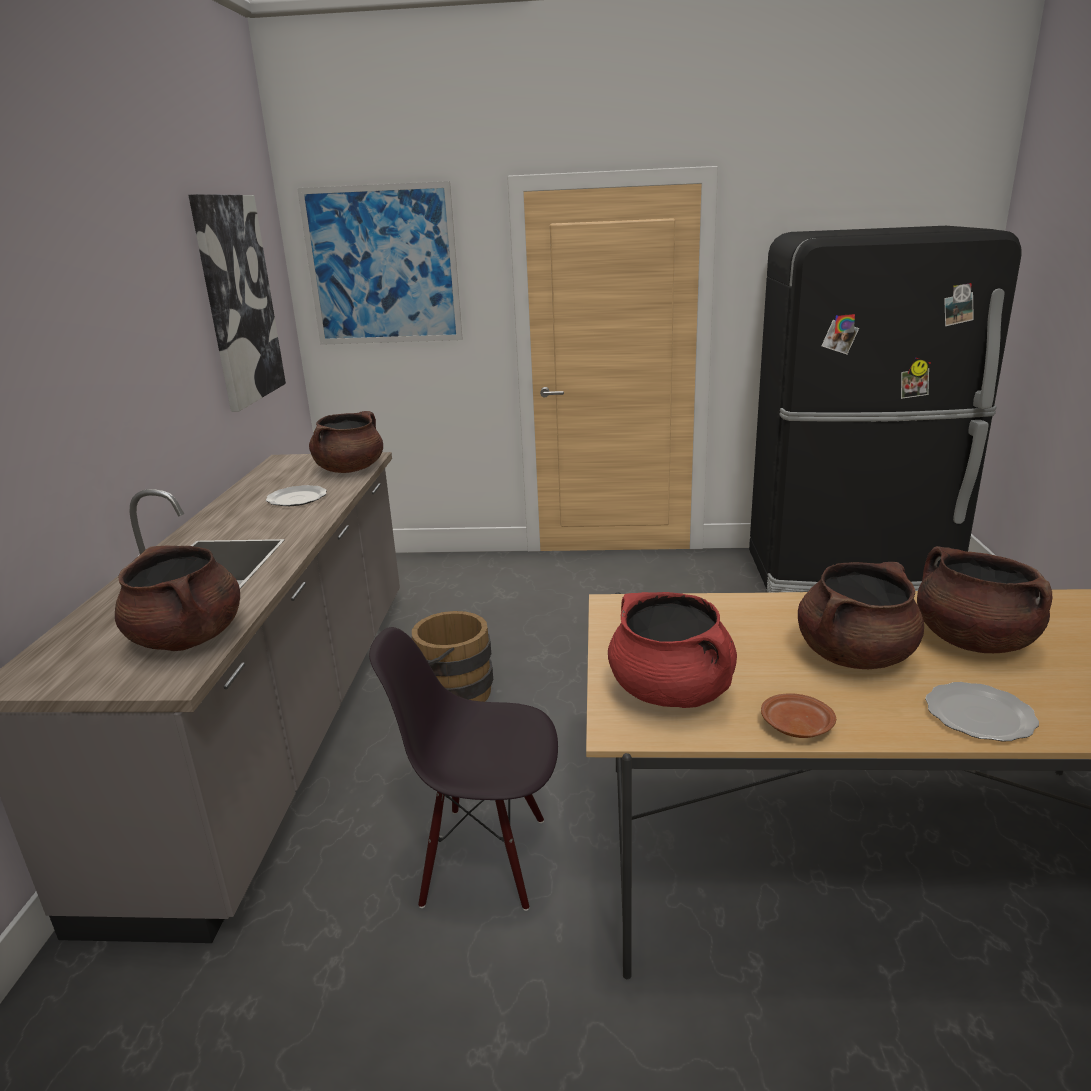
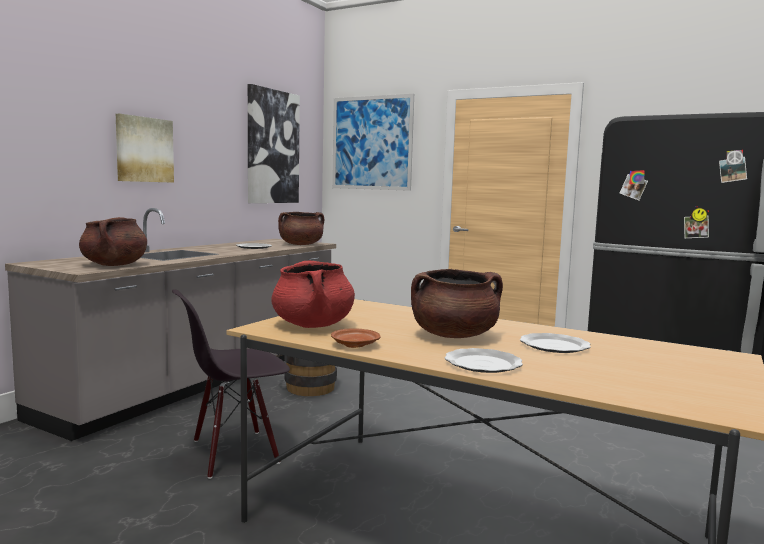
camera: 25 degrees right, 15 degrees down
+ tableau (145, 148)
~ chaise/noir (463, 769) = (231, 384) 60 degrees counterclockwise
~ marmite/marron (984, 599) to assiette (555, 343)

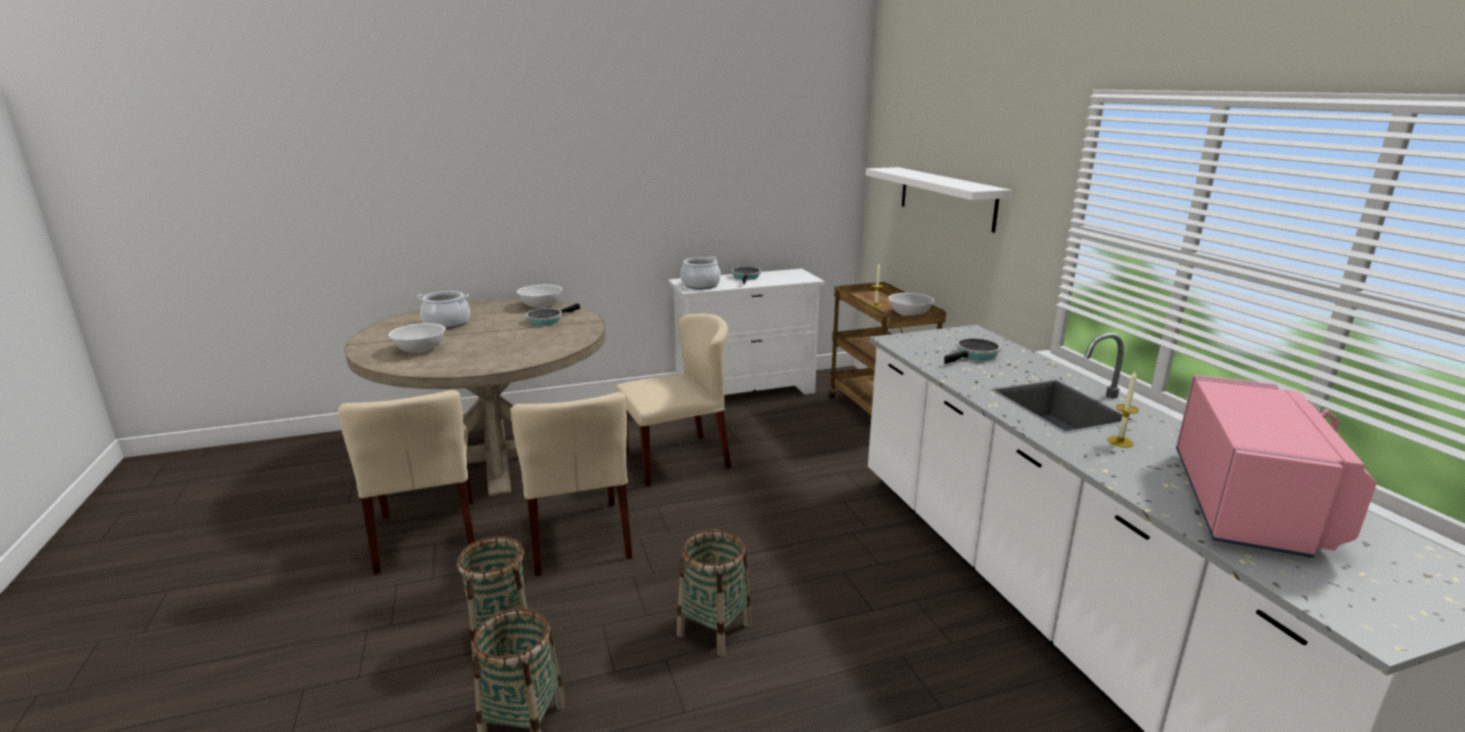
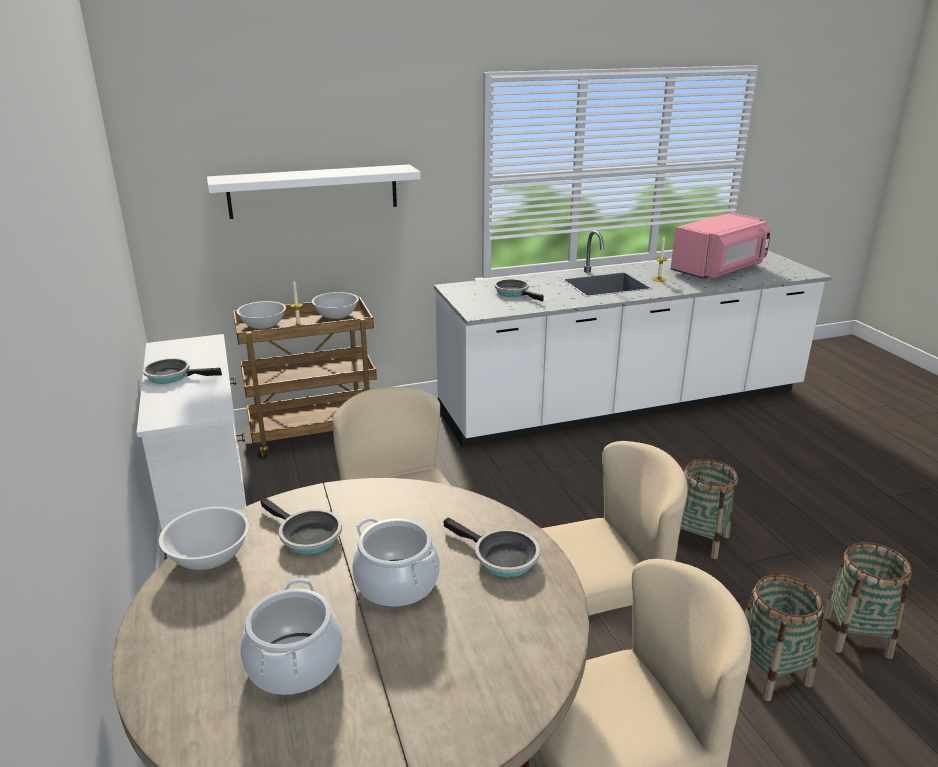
camera: 90 degrees left, 5 degrees up
~ bol/blanc (417, 338) to (261, 315)
~ marmite (700, 272) to (396, 562)
+ poêle (491, 547)
~ micro-ondes/rose (1276, 466) = (720, 245) 120 degrees clockwise

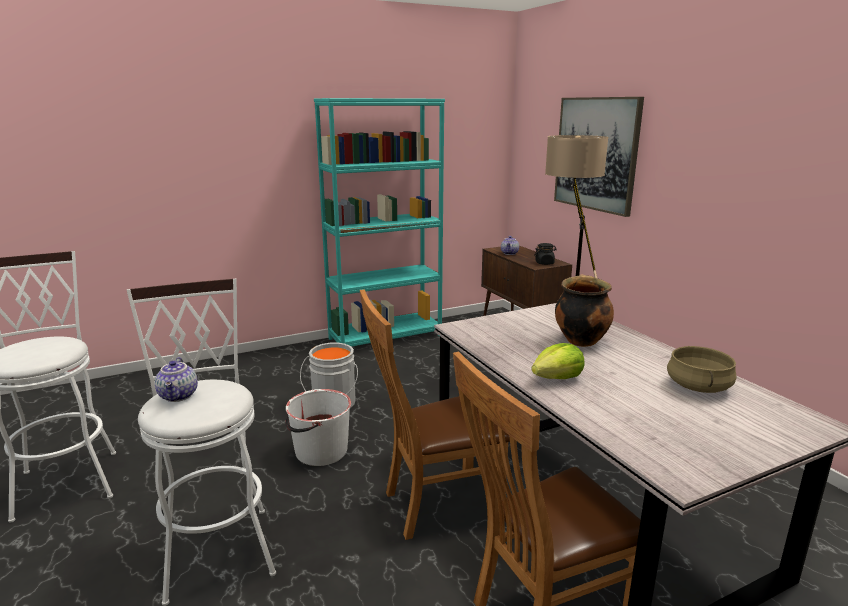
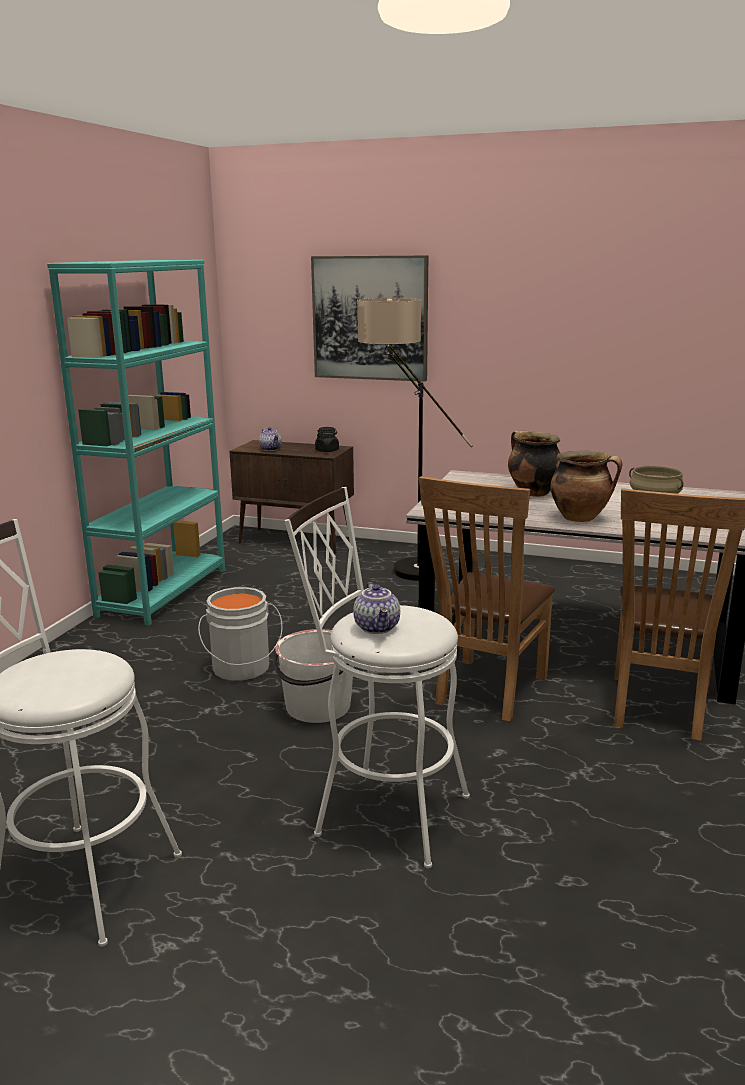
camera: 45 degrees left, 0 degrees up
~ théière (176, 379) = (376, 608) 45 degrees clockwise
~ laitue (558, 361) to marmite (586, 486)

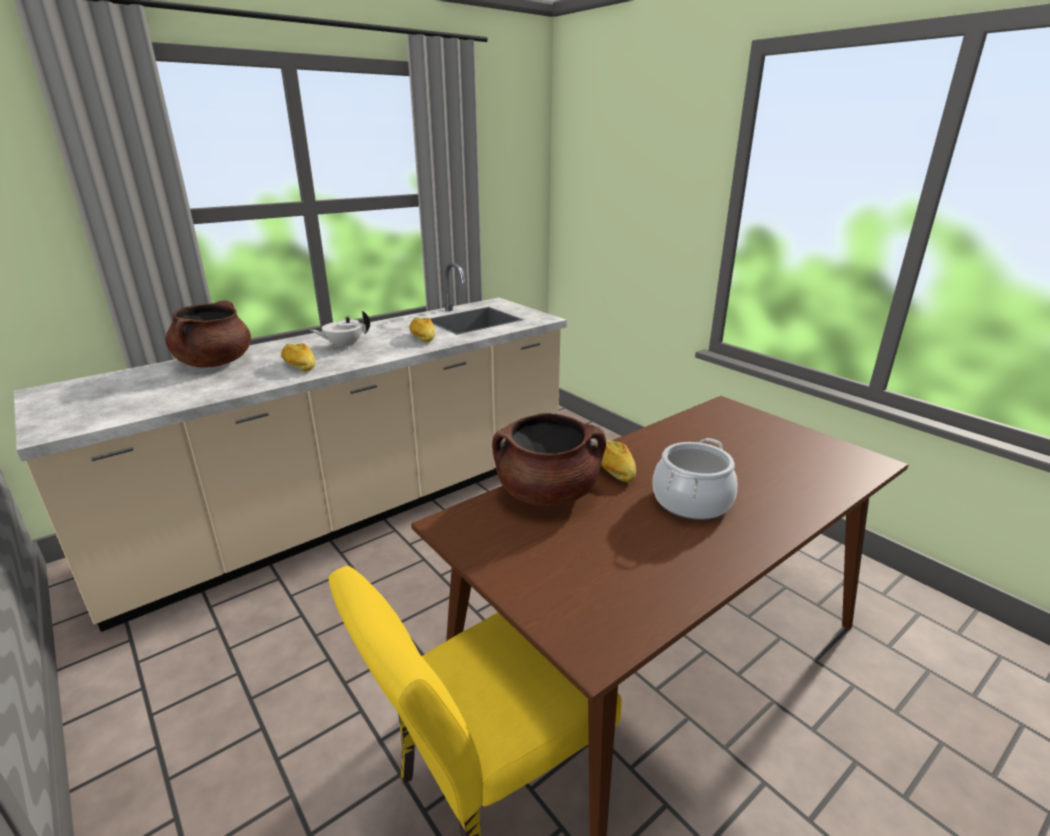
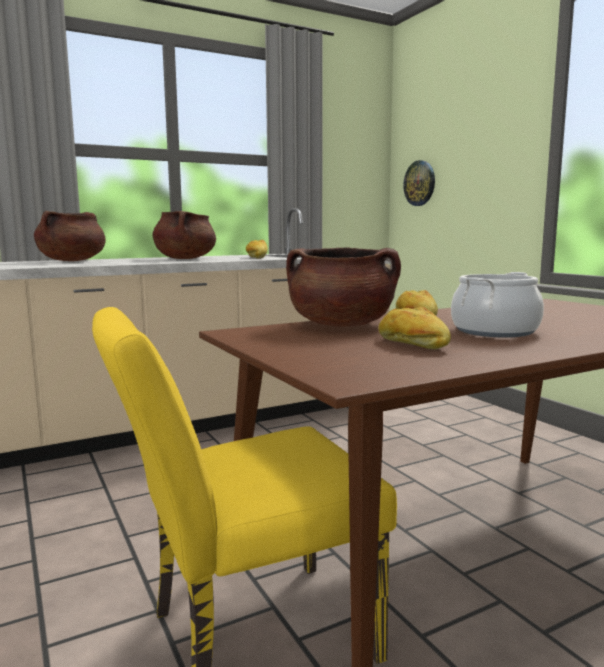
camera: 10 degrees right, 15 degrees down
~ théière/blanc (340, 330) to marmite/marron (184, 235)
~ pain (298, 357) to (415, 328)
+ horloge murale (419, 183)

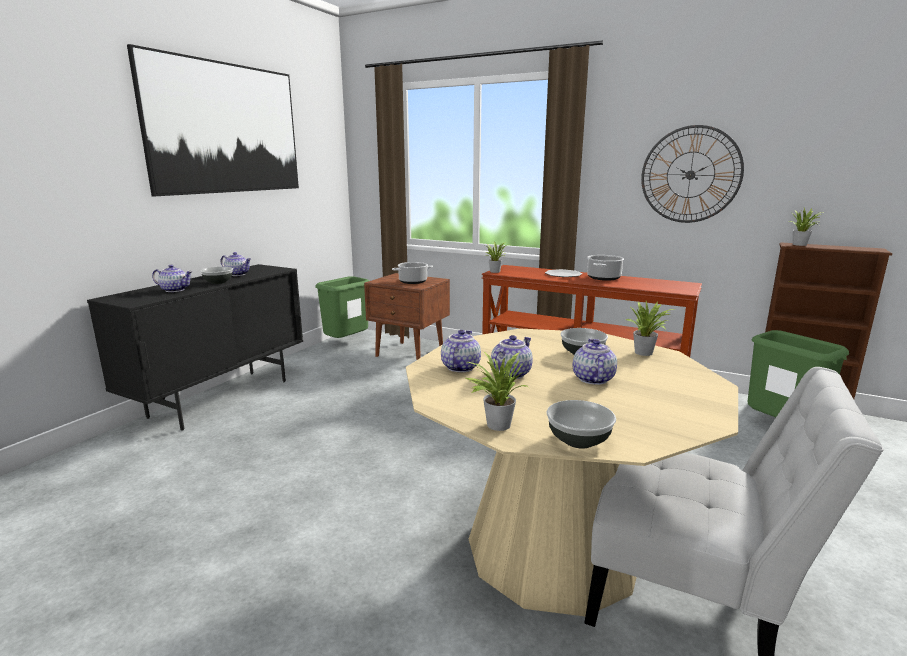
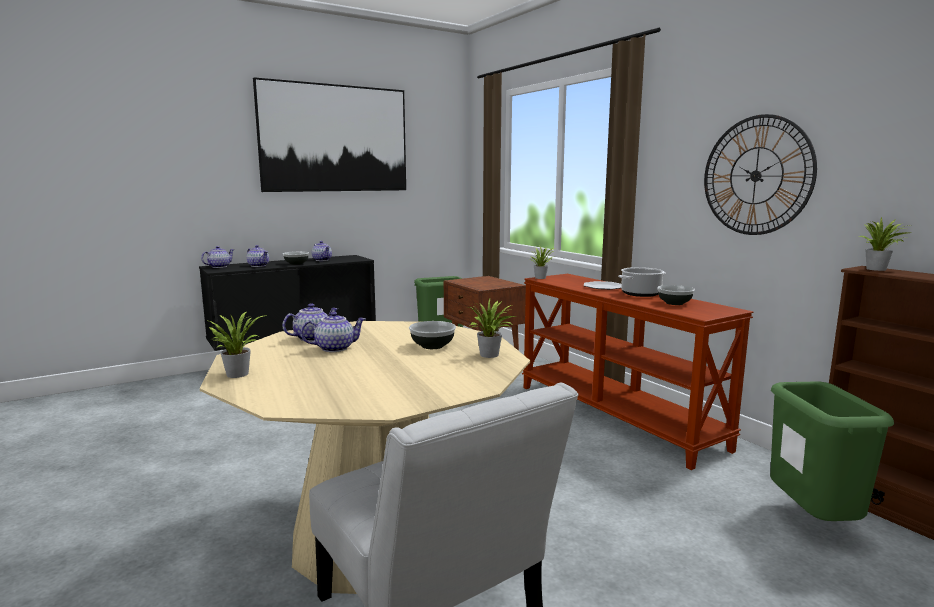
camera: 30 degrees right, 5 degrees down
~ théière (595, 362) to (217, 257)
~ bol (581, 424) to (676, 295)
- marmite (412, 273)

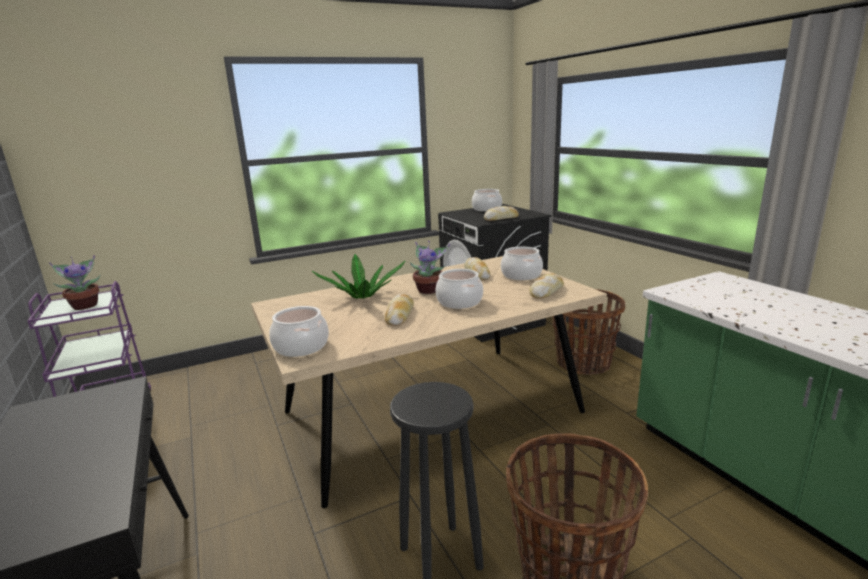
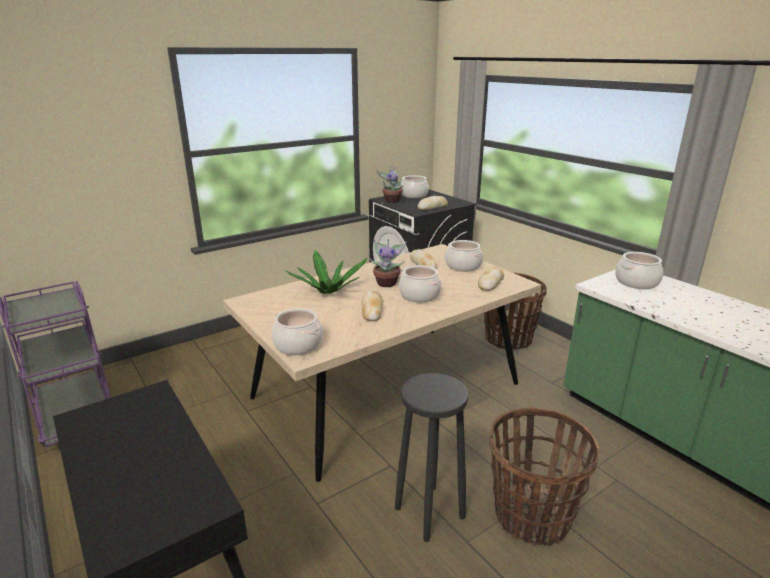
camera: 10 degrees left, 5 degrees up
~ plante en pot (75, 282) to (390, 185)
+ marmite (639, 270)

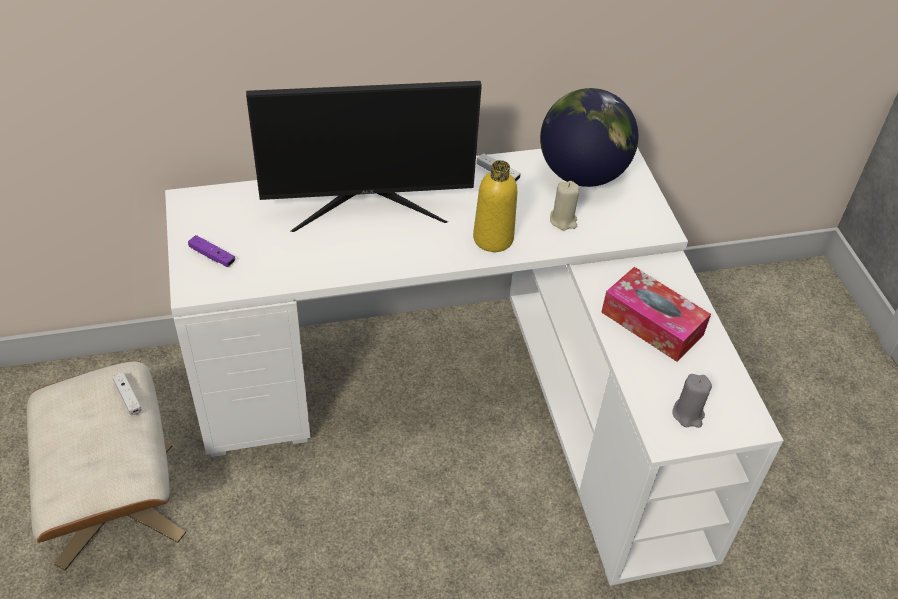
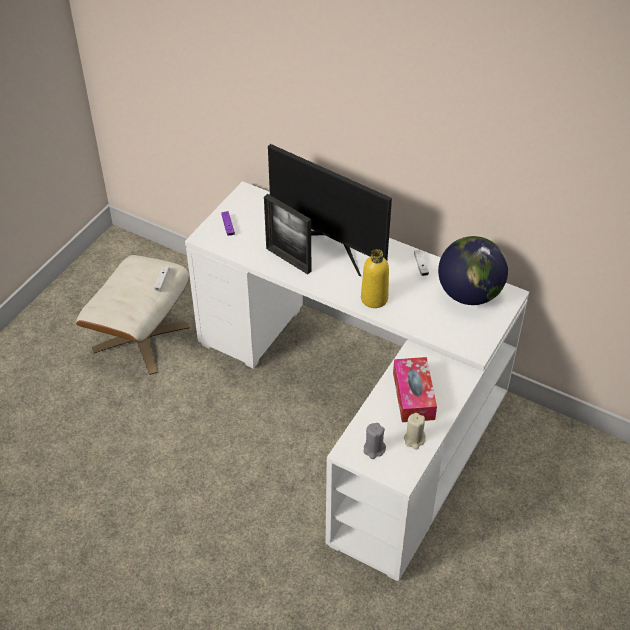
camera: 45 degrees right, 0 degrees up
+ cadre photo (287, 234)
~ bougie/beige (565, 205) to (415, 431)

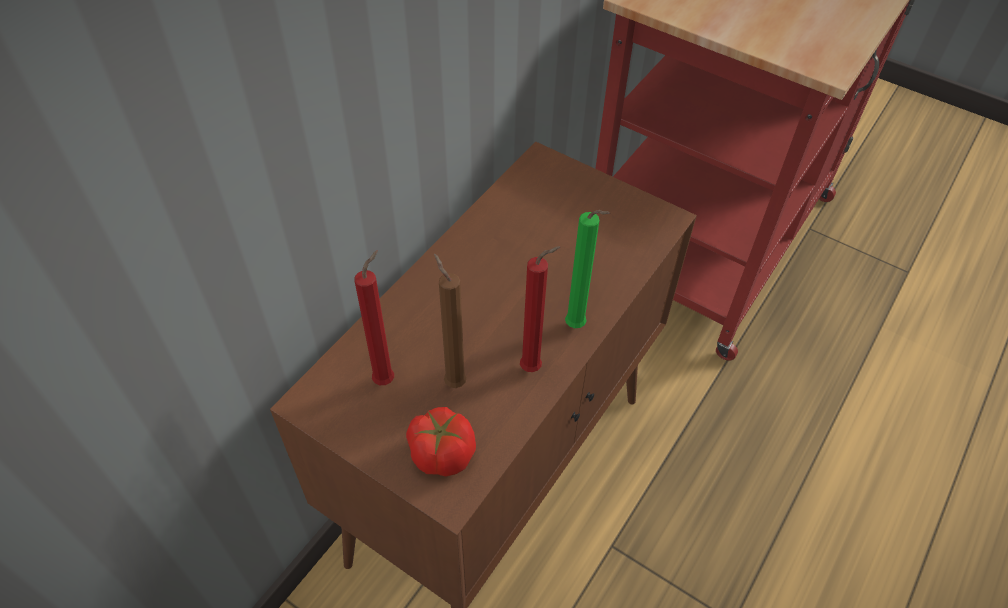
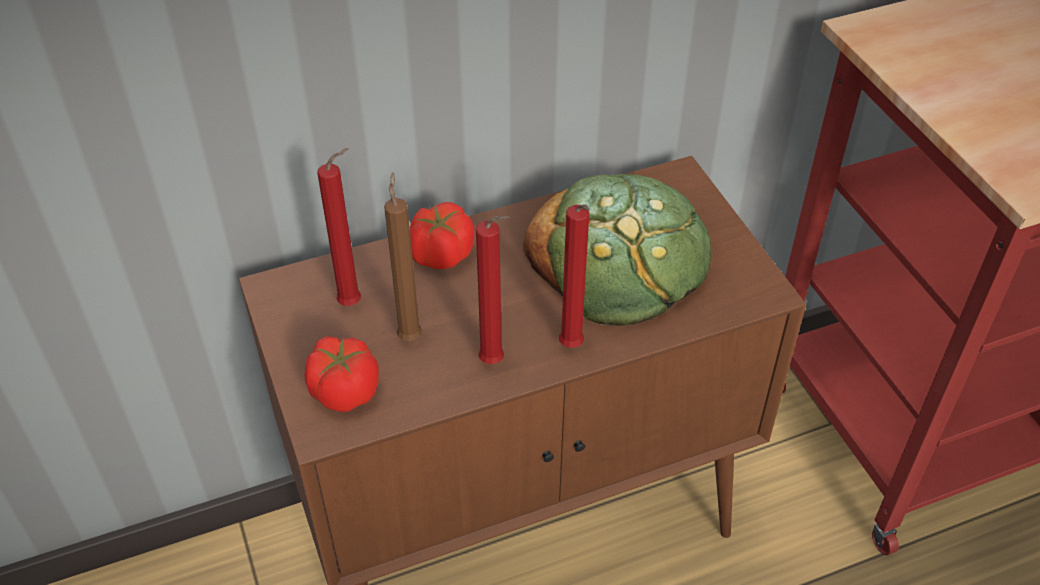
camera: 35 degrees right, 5 degrees down
+ tomate (442, 235)
+ pain (617, 250)
~ bougie/vert (587, 269) to bougie/rouge (574, 276)

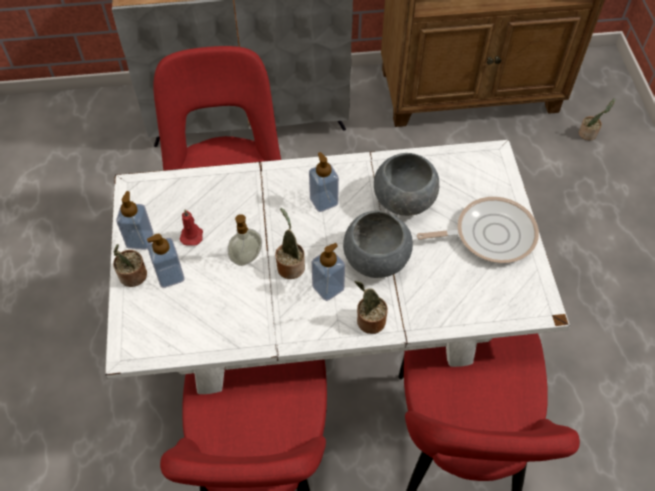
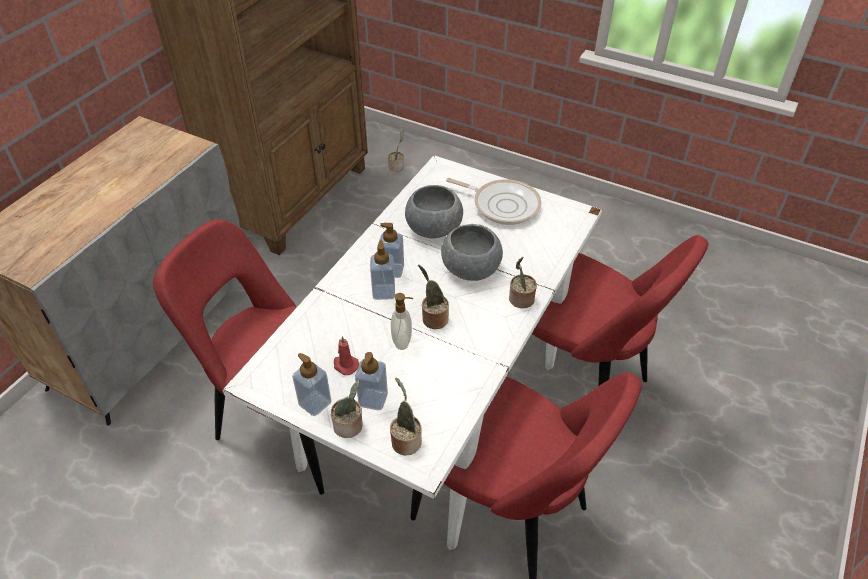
camera: 55 degrees left, 10 degrees down
~ distributeur de savon (328, 272) to (382, 270)
+ plante en pot (406, 416)
~ poêle (478, 230) = (493, 201) 90 degrees clockwise

